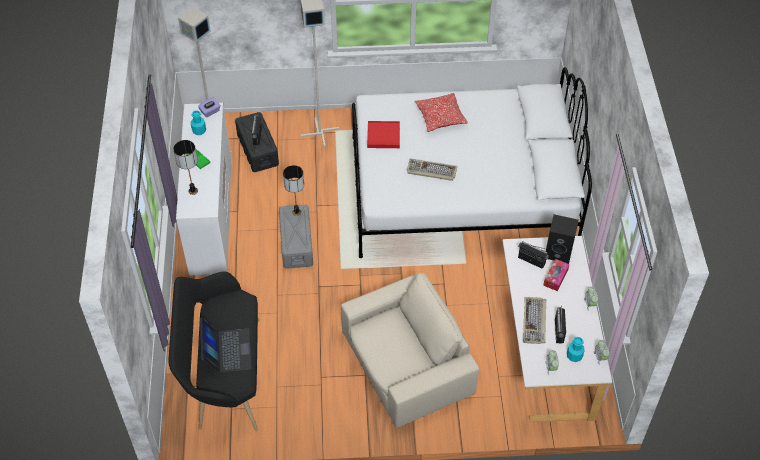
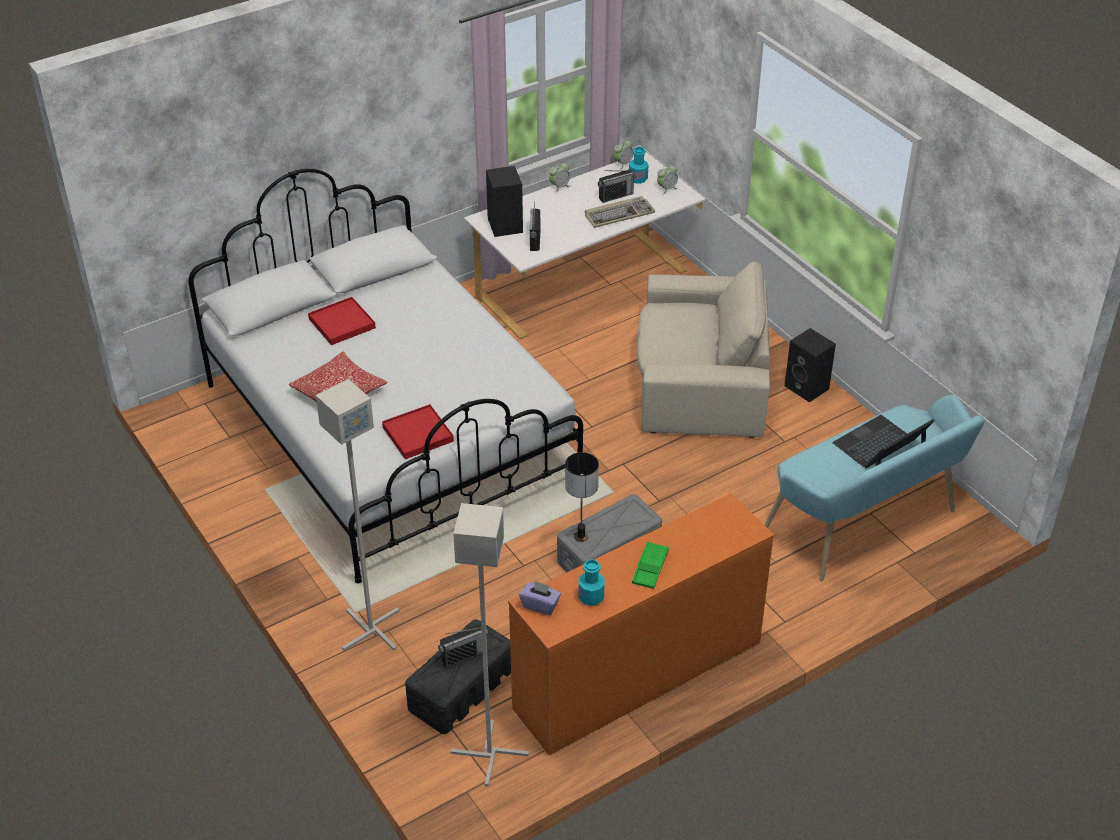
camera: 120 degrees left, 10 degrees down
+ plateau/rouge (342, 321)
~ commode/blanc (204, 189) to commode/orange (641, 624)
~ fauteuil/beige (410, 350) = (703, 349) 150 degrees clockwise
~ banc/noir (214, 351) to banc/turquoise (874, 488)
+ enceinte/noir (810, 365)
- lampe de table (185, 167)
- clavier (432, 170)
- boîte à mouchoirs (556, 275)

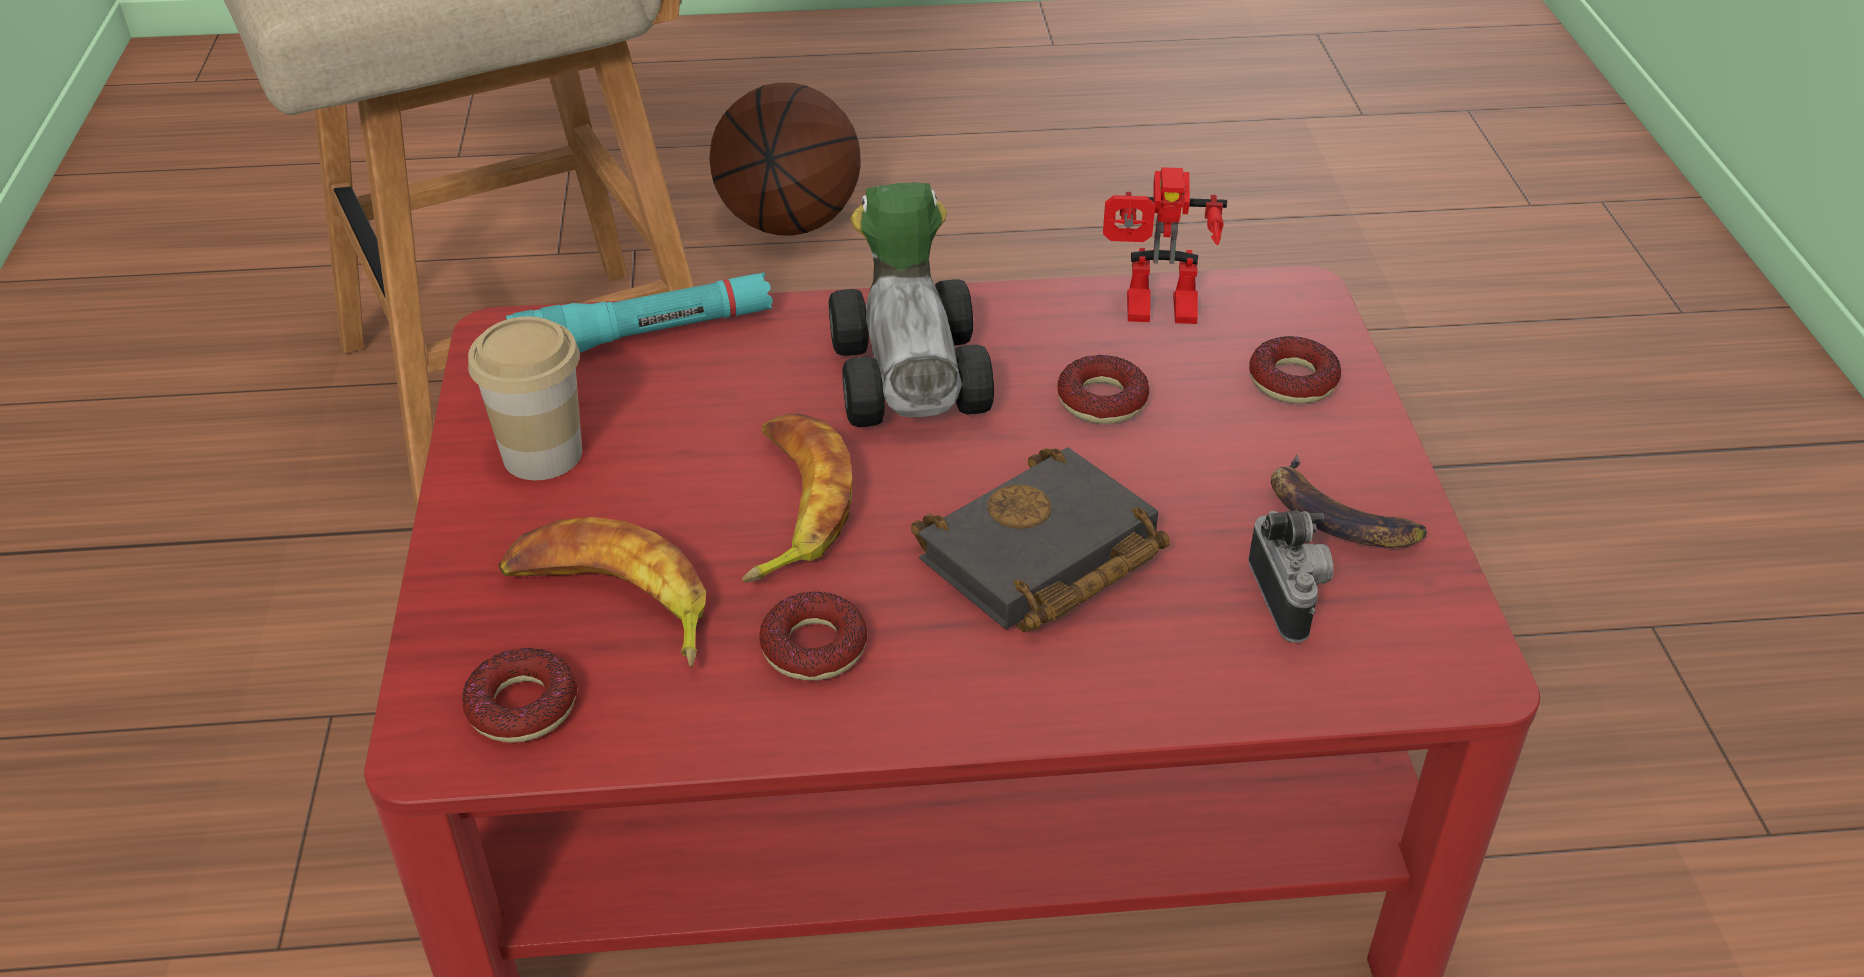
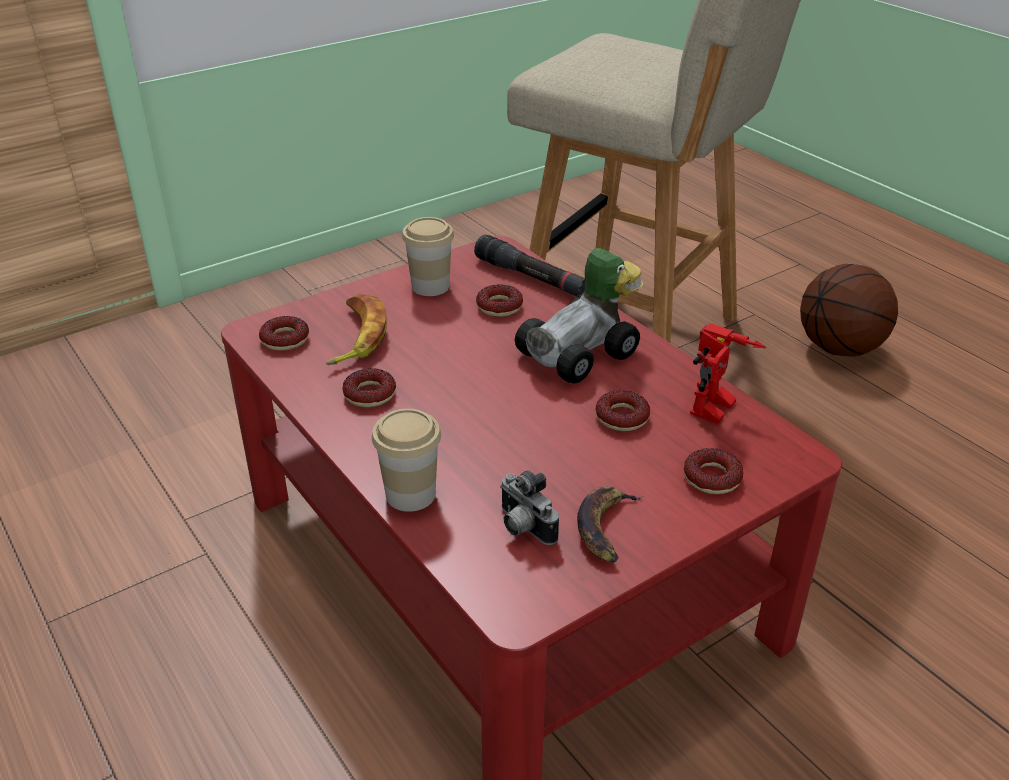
camera: 60 degrees right, 5 degrees down
+ tasse (406, 460)
~ lampe de poche/turquoise (639, 312) to lampe de poche/noir (529, 266)
+ beignet (499, 300)
~ appareil photo (1290, 576) = (529, 507) 90 degrees clockwise
~ robot jouet (1165, 245) = (728, 373) 120 degrees counterclockwise
- banane (797, 498)
- livre/noir (1040, 539)

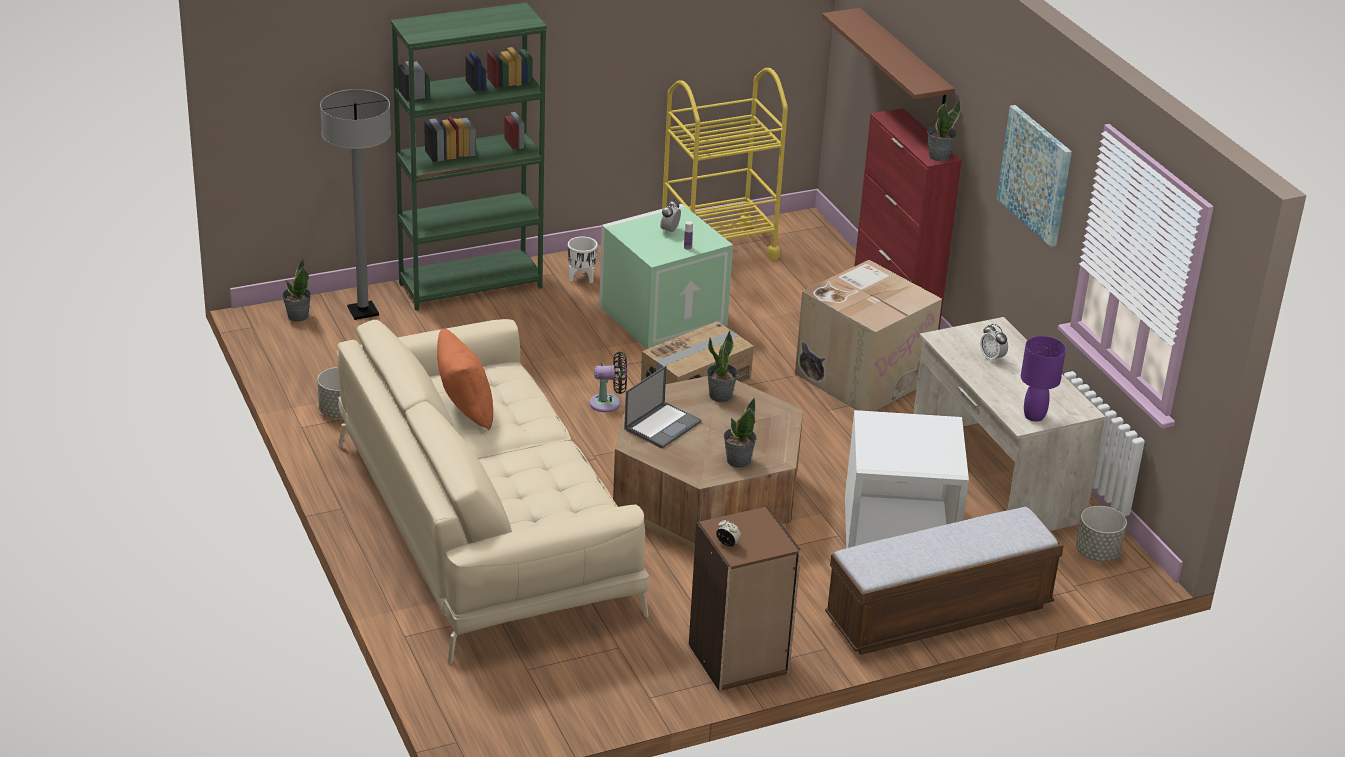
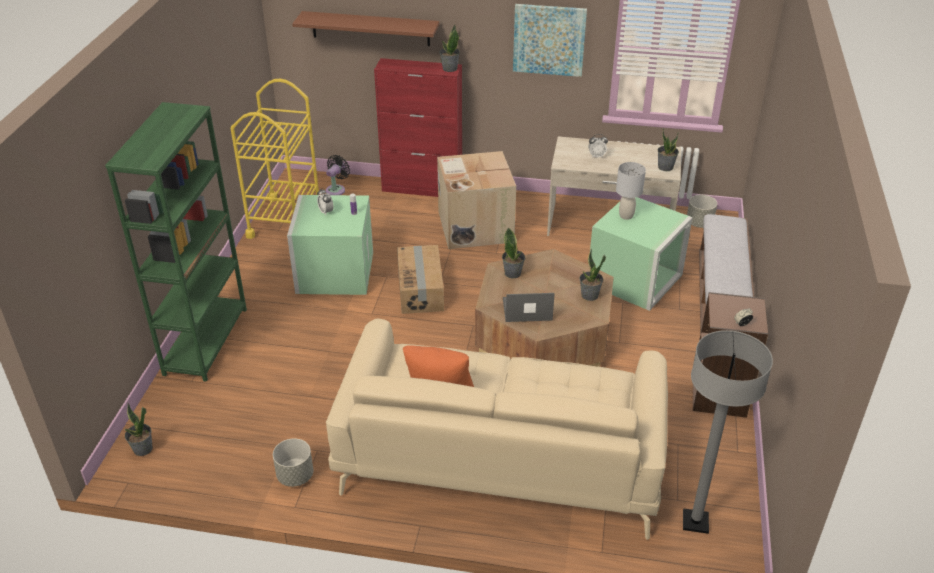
camera: 55 degrees left, 5 degrees up
~ ventilateur/noir (608, 382) to (338, 175)
~ ordinateur portable (663, 407) = (529, 307) 75 degrees counterclockwise
~ boîte de rangement/blanc (907, 479) to boîte de rangement/vert (641, 254)
+ lampe de table/gris (631, 191)
~ lampe de table/violet (1043, 379) to plante en pot (668, 149)
~ lampadaire/gris (355, 204) to (728, 432)
- cache-pot/blanc (583, 260)

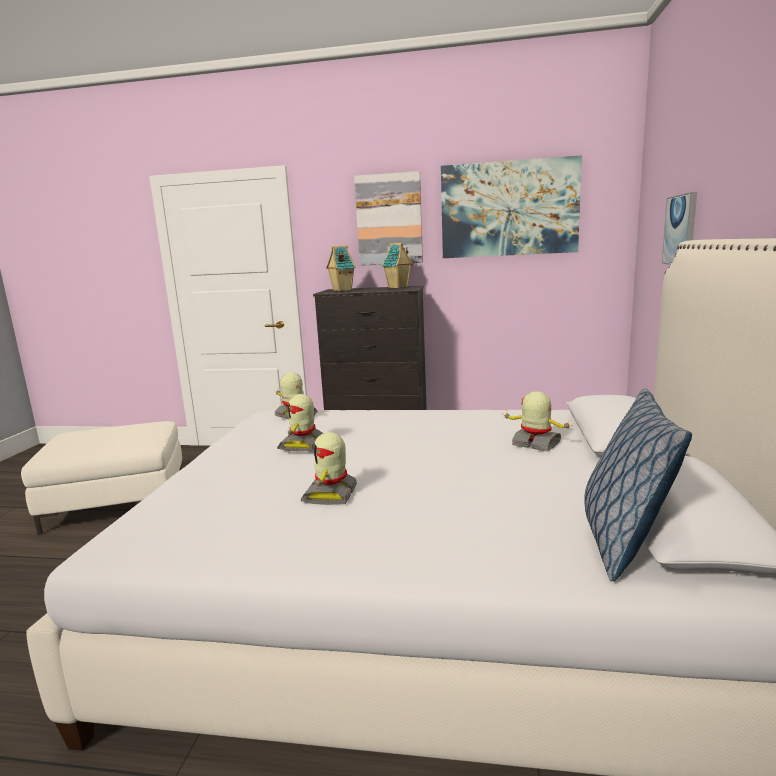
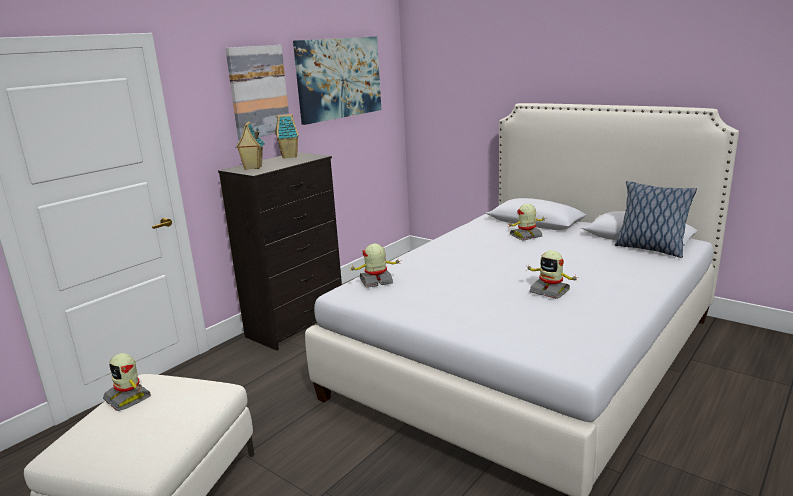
camera: 60 degrees left, 5 degrees up
~ robot jouet (300, 422) to (127, 382)
- tableau (679, 228)

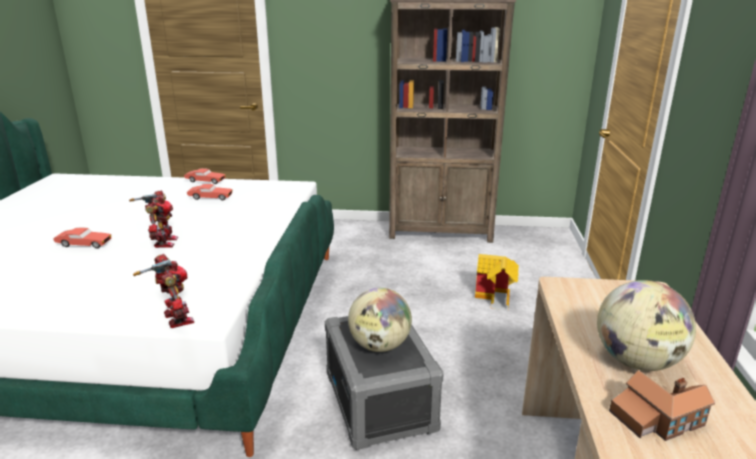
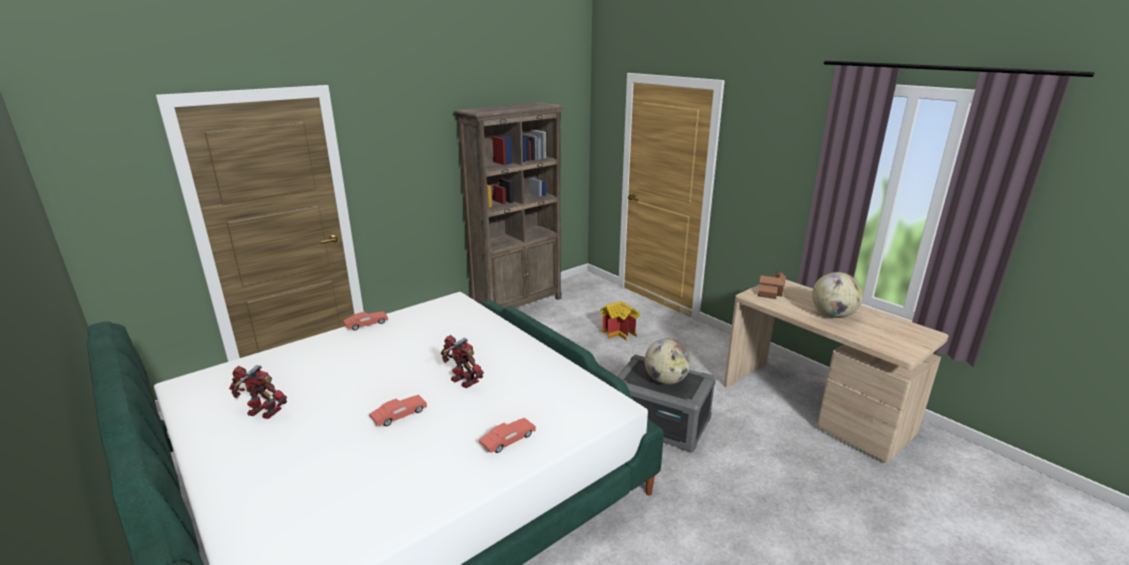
camera: 45 degrees left, 0 degrees up
~ robot jouet (163, 291) to (258, 392)
~ petite voiture/rouge (210, 192) to (507, 435)
~ maison miniature (662, 405) to (772, 285)

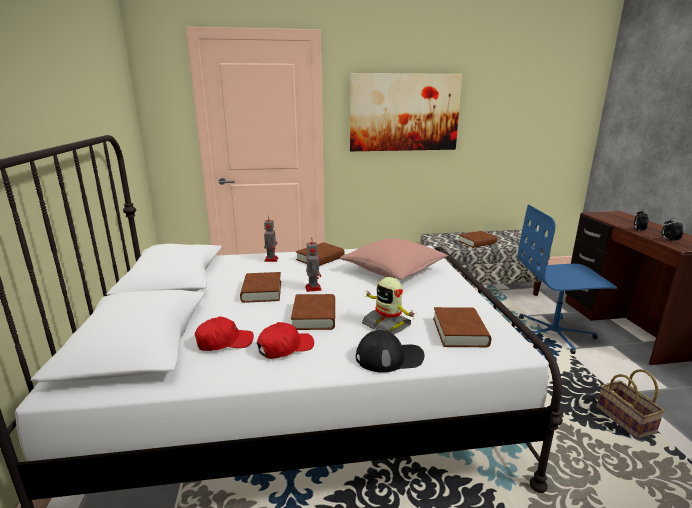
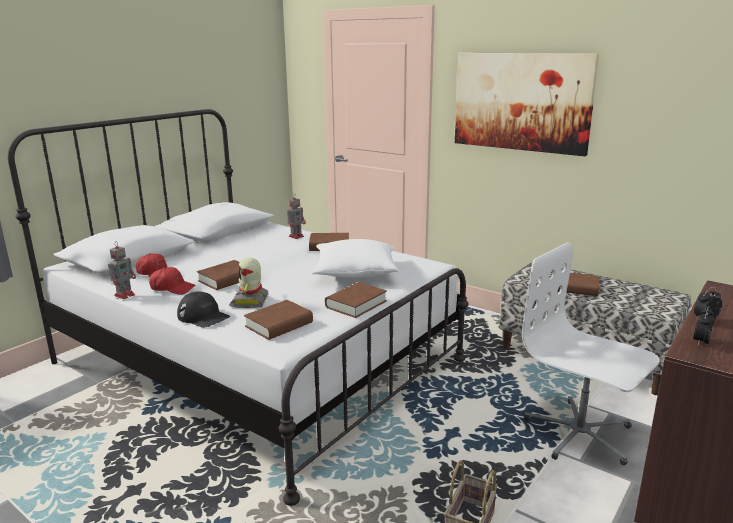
camera: 45 degrees right, 0 degrees up
~ robot jouet (313, 267) to (122, 270)
~ coussin/rose (394, 259) to coussin/blanc (355, 258)
~ livre/marron (260, 287) to (356, 300)
~ chaise de bureau/bleu (567, 279) to chaise de bureau/blanc (591, 353)

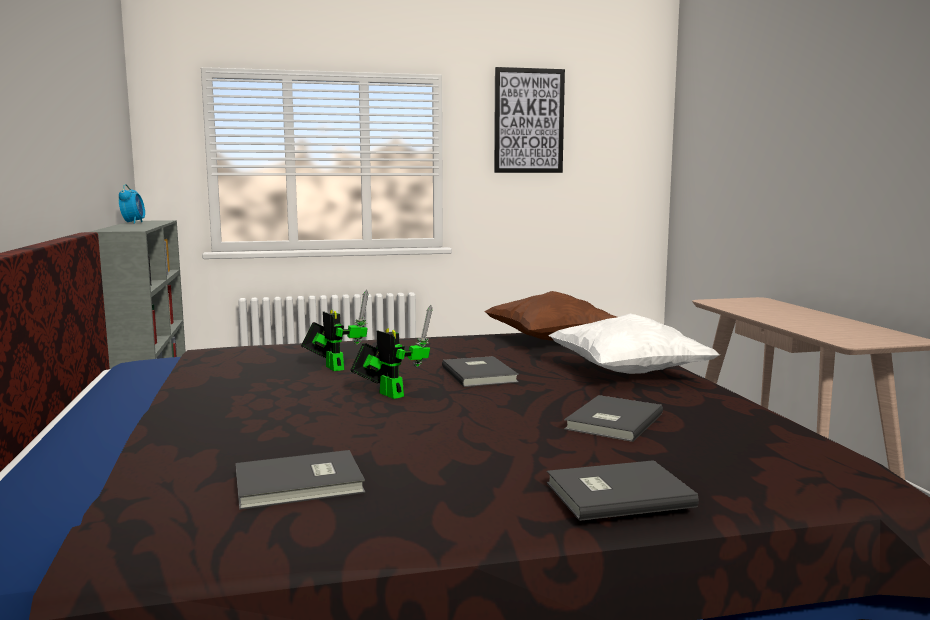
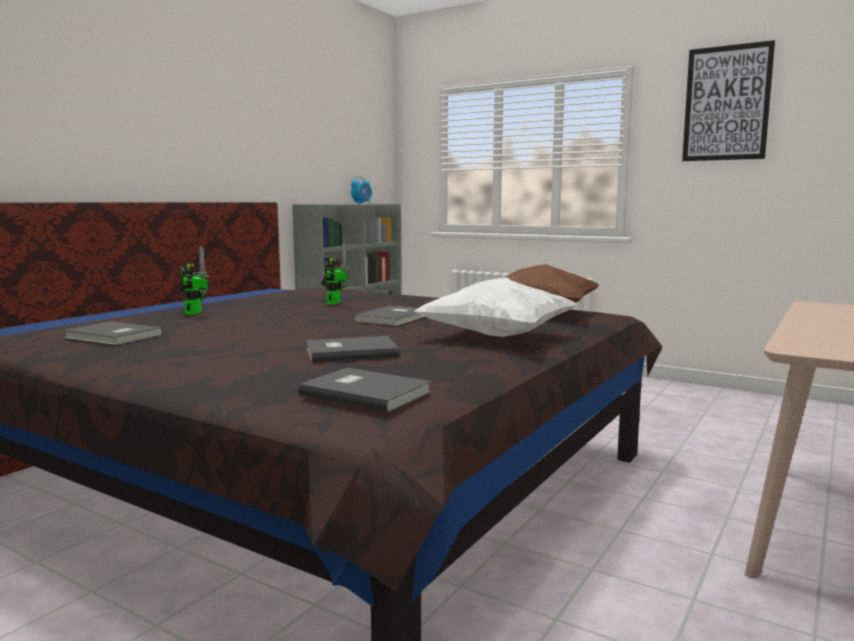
camera: 45 degrees right, 0 degrees up
~ robot jouet (391, 352) to (194, 280)
~ livre/gris (623, 490) to (365, 390)

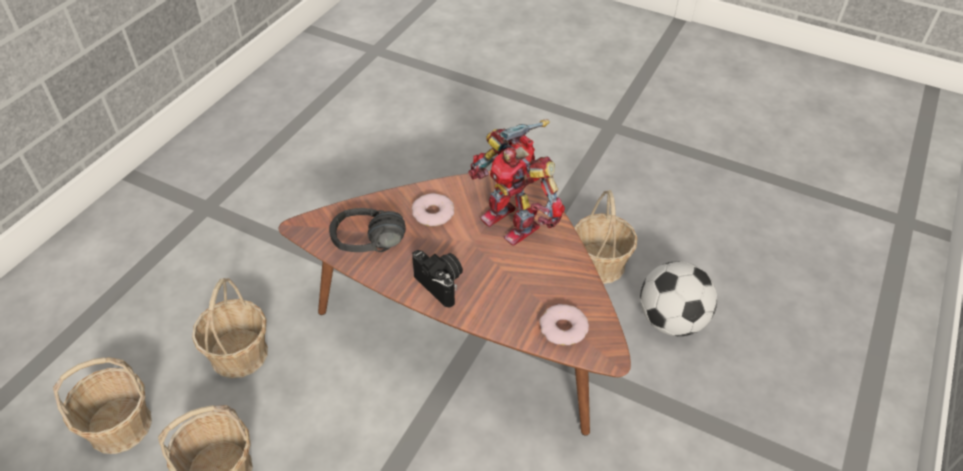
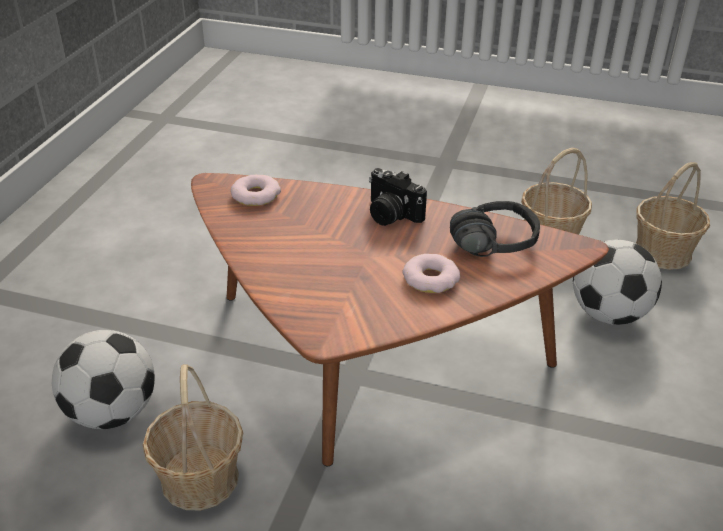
camera: 170 degrees right, 10 degrees down
~ panier (230, 328) to ballon de foot (617, 282)
- robot jouet (516, 182)

